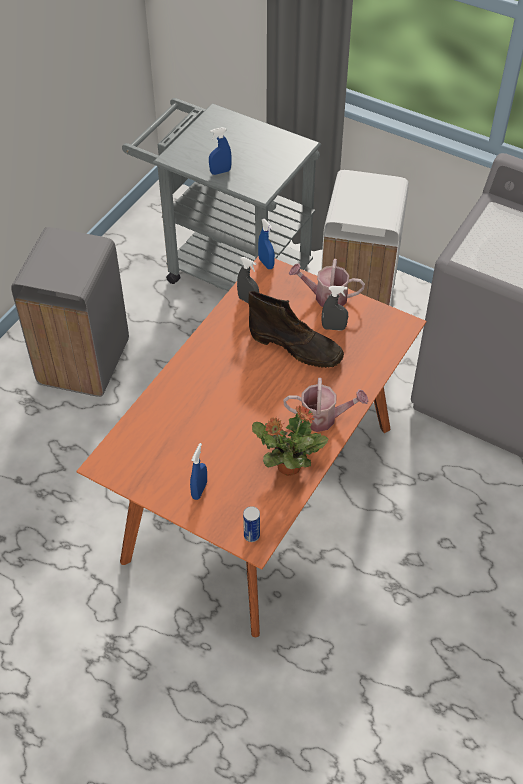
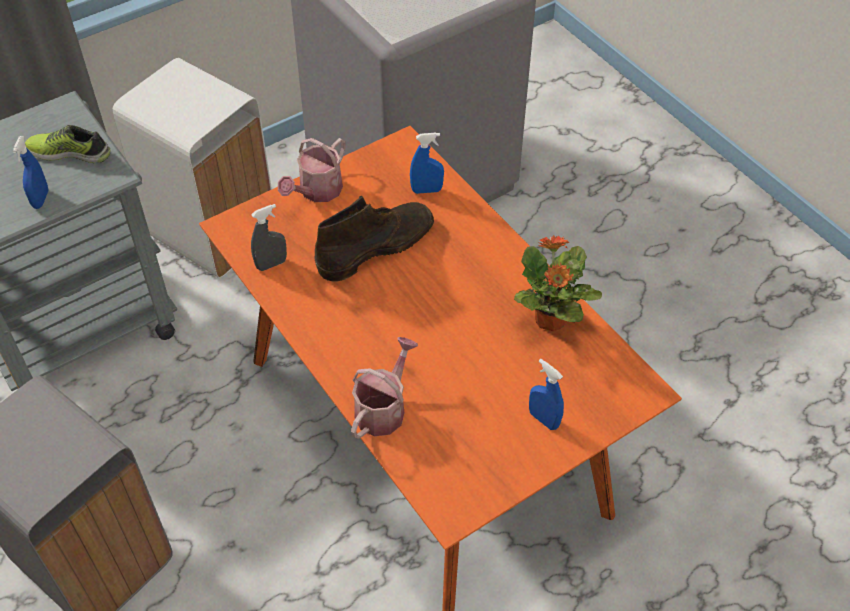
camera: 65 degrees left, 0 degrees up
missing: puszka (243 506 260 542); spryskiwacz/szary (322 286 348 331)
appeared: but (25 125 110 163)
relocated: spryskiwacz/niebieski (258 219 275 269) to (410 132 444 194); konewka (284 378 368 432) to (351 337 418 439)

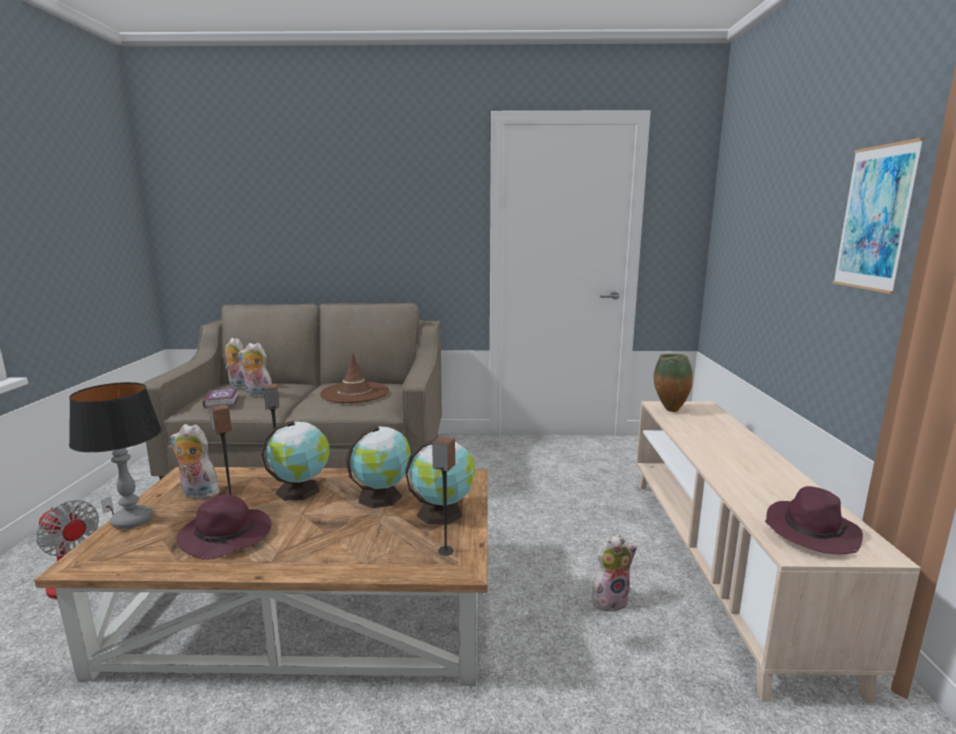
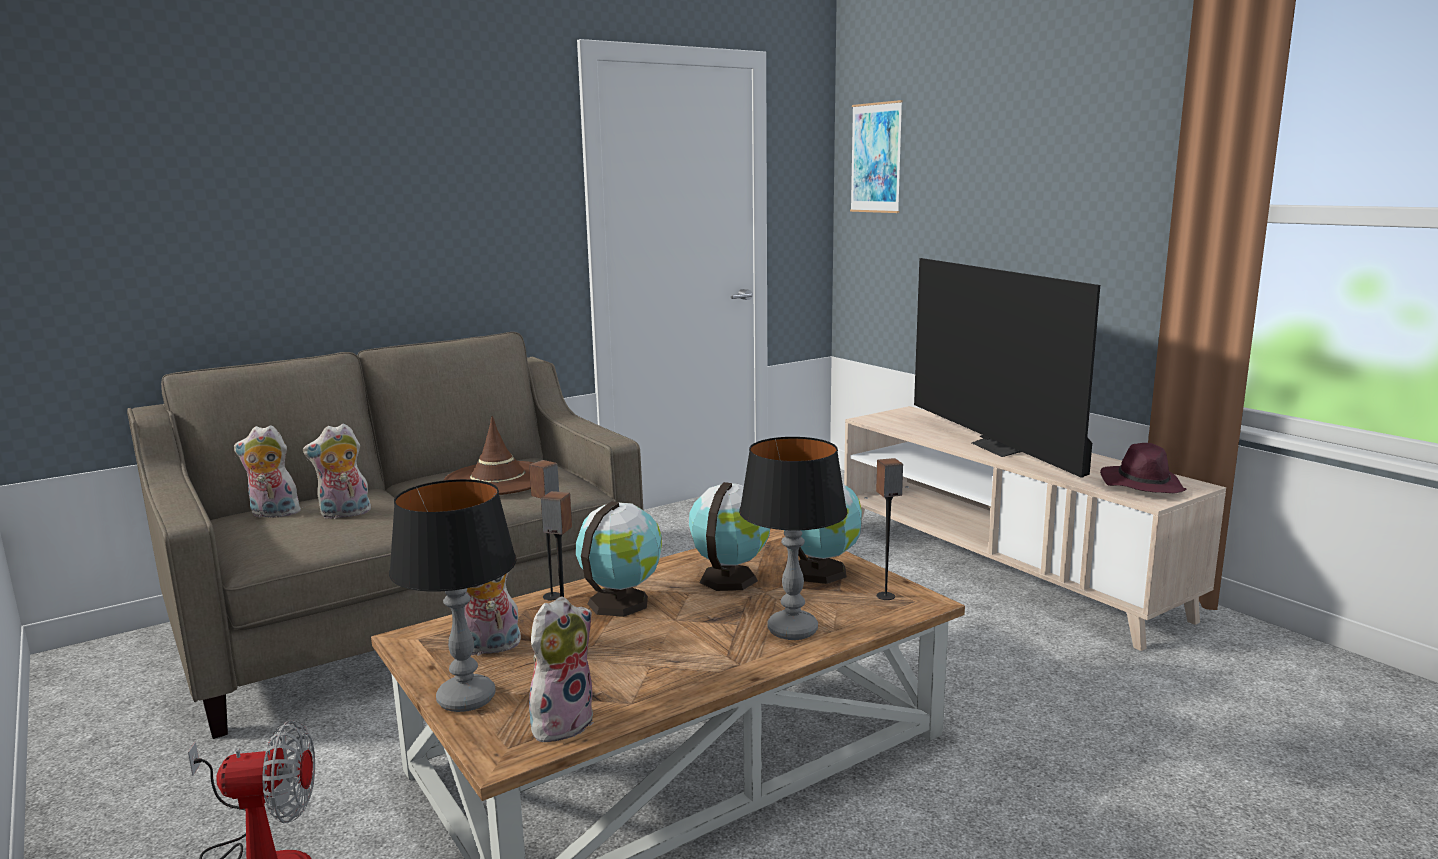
camera: 35 degrees left, 0 degrees up
missing: kapelusz/fioletowy (177 495 271 560); książka (202 389 239 408); wazon (654 354 693 412)
appeared: lampa stołowa (739 437 847 640); telewizor (914 258 1100 478)
relocated: pluszak (592 535 637 612) to (529 596 594 742); obraz (832 138 925 294) to (850 100 903 213)

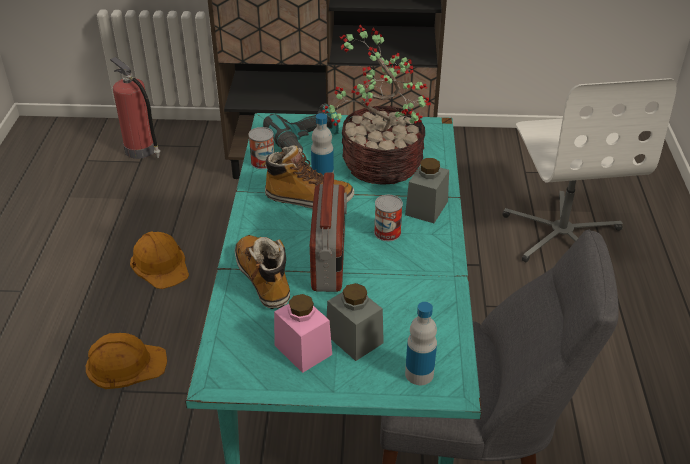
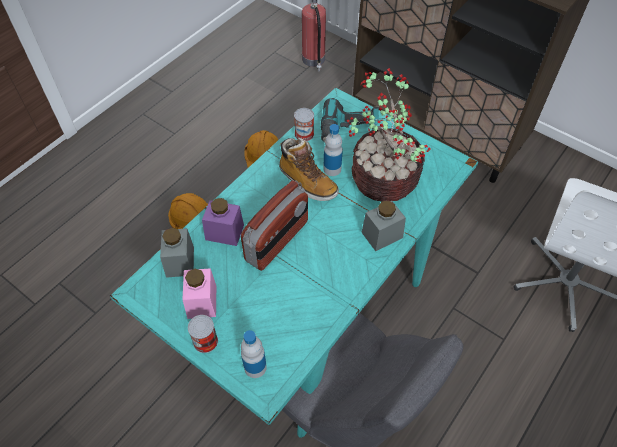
camera: 35 degrees right, 15 degrees up
relocated: słoik/szary (327 283 384 361) to (160 228 194 278); puszka (374 195 403 241) to (188 315 218 353)
exchanged: but z cholewką (235 235 290 309) to słoik/fioletowy (202 198 244 246)

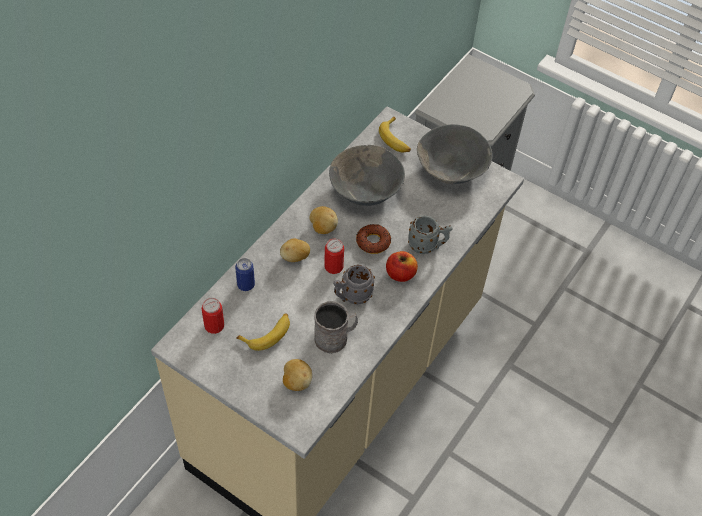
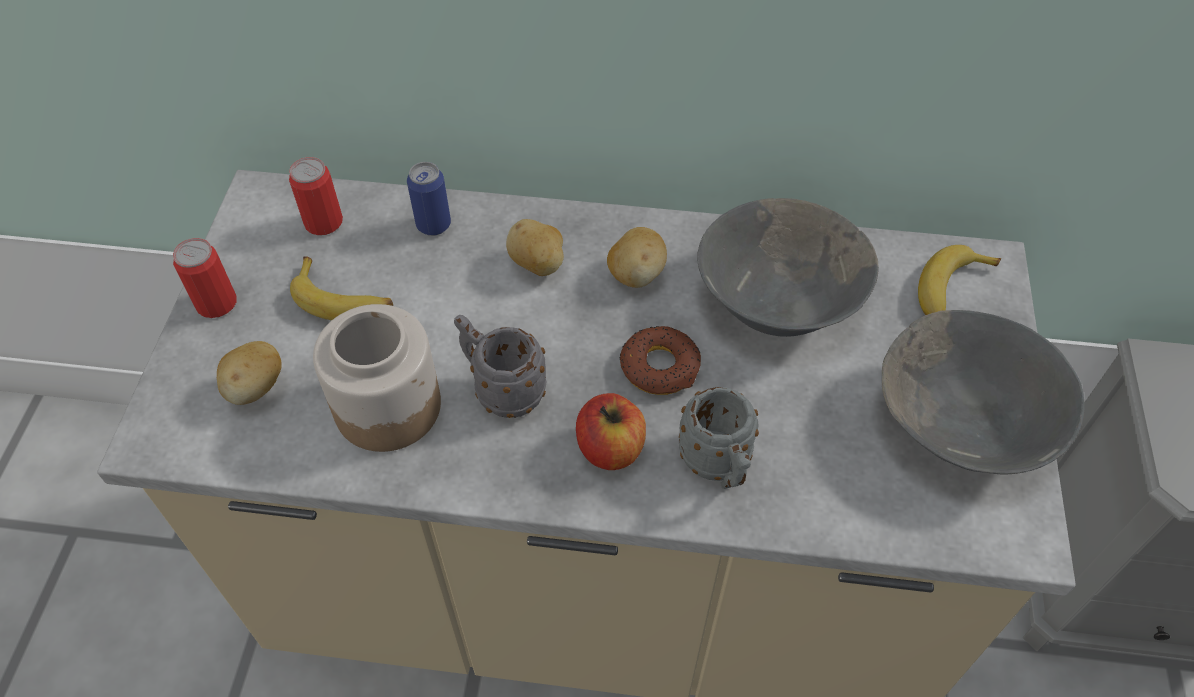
camera: 65 degrees right, 0 degrees up
relocated: puszka (324 239 344 274) to (173 238 236 318)
exchanged: kubek/szary (314 301 358 354) to słoik (313 304 441 452)

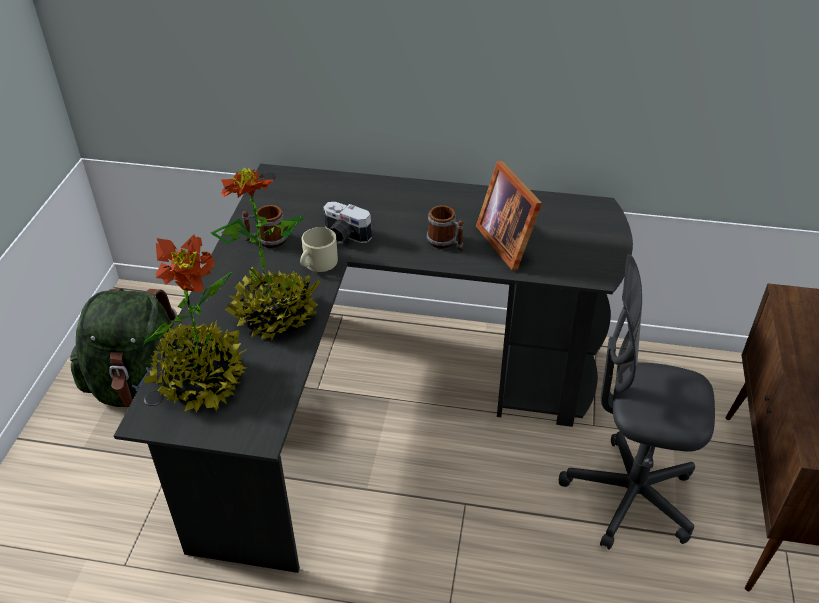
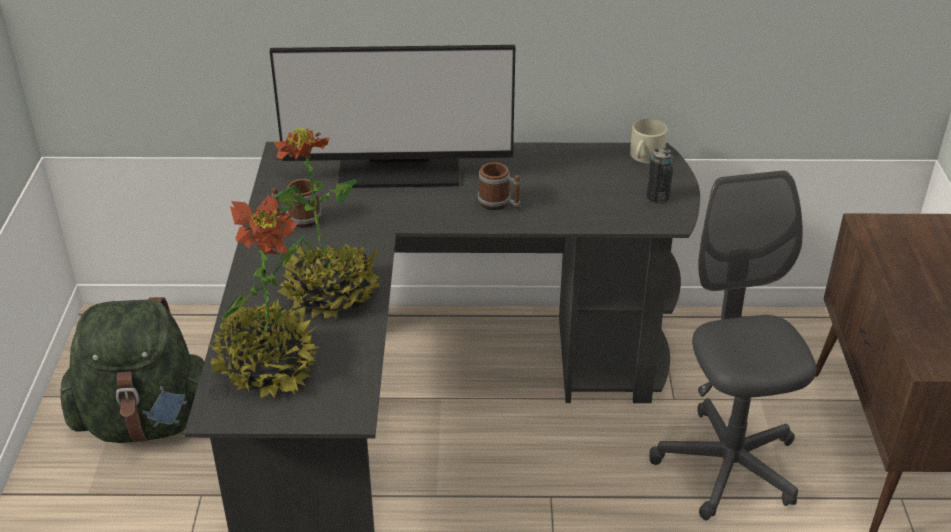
camera: 10 degrees left, 5 degrees down
missing: aparat fotograficzny (323 202 372 244); ramka na zdjęcie (476 161 542 270)
appeared: monitor (270 45 515 188); puszka (647 148 674 203)
relocated: kubek/beżowy (300 227 338 272) to (630 119 667 163)
spun: krzesło biurowe/szary (558 255 715 550) = (649 171 816 520) 75 degrees clockwise

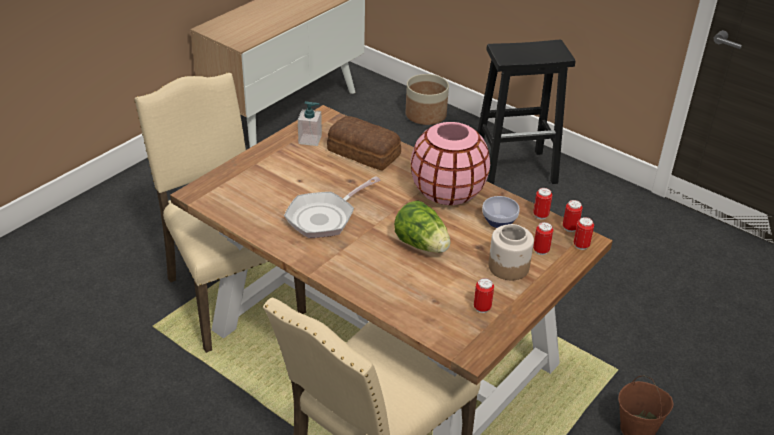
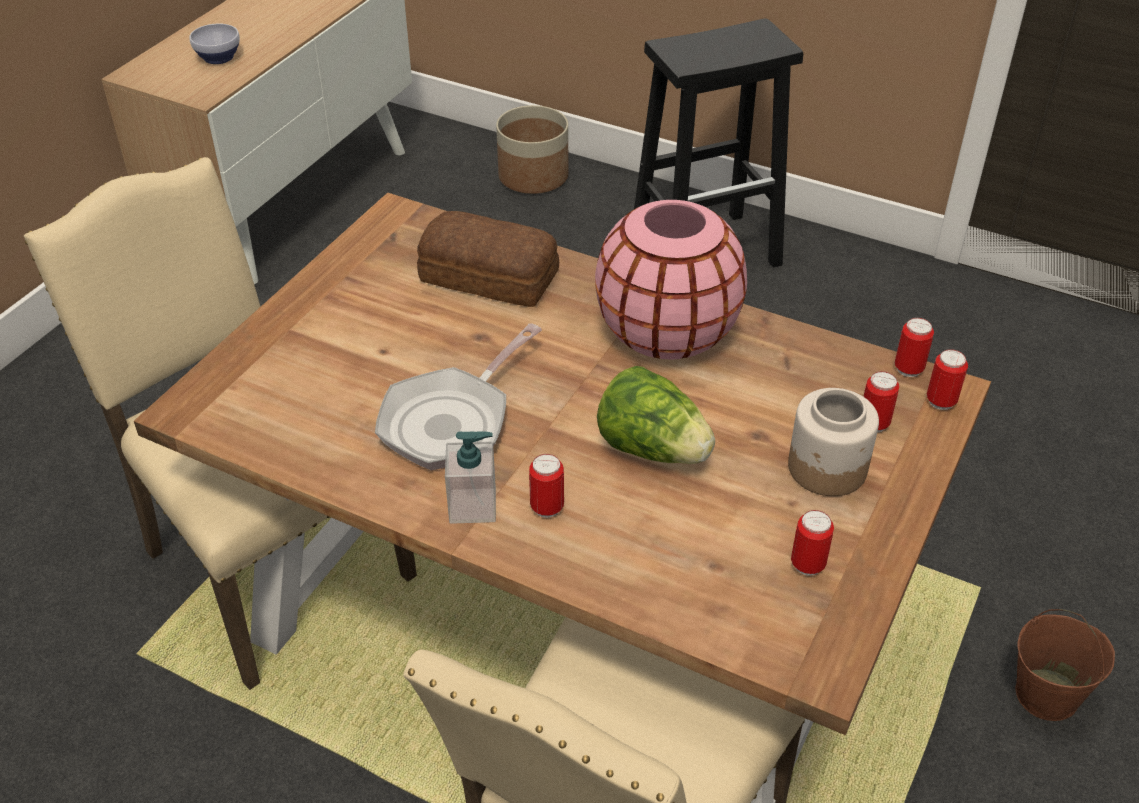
camera: 10 degrees left, 5 degrees up
relocated: dozownik mydła (298 101 322 146) to (445 431 496 524); miska (482 196 520 228) to (189 24 240 64); puszka (533 188 552 219) to (529 454 564 518)

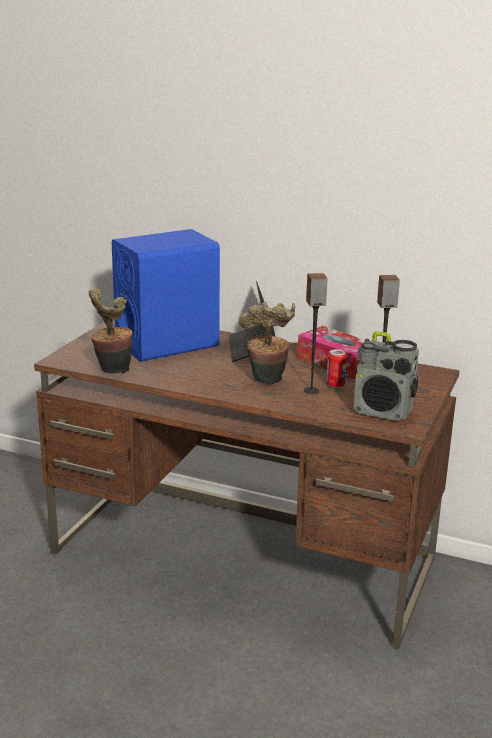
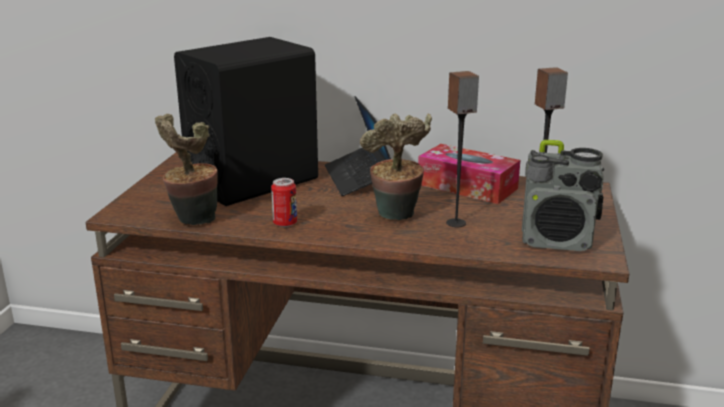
camera: 10 degrees left, 0 degrees up
relocated: puszka (326 349 347 388) to (271 178 297 227)
colour: głośnik/niebieski (112 229 220 362) to głośnik/czarny (174 37 318 206)

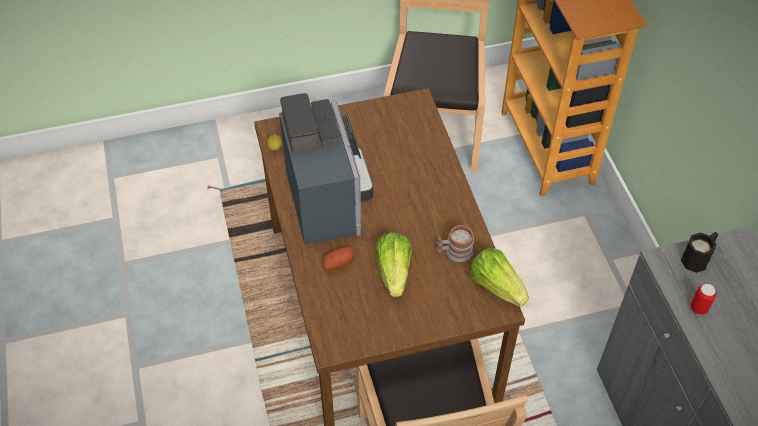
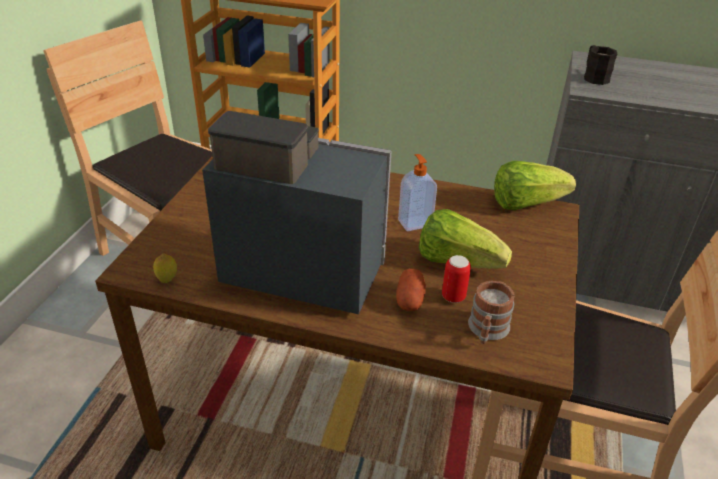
camera: 60 degrees left, 15 degrees down
appeared: dozownik mydła (398 154 437 231)
relocated: kubek (437 225 474 262) to (468 281 514 344); puszka (691 284 717 315) to (442 255 471 303)

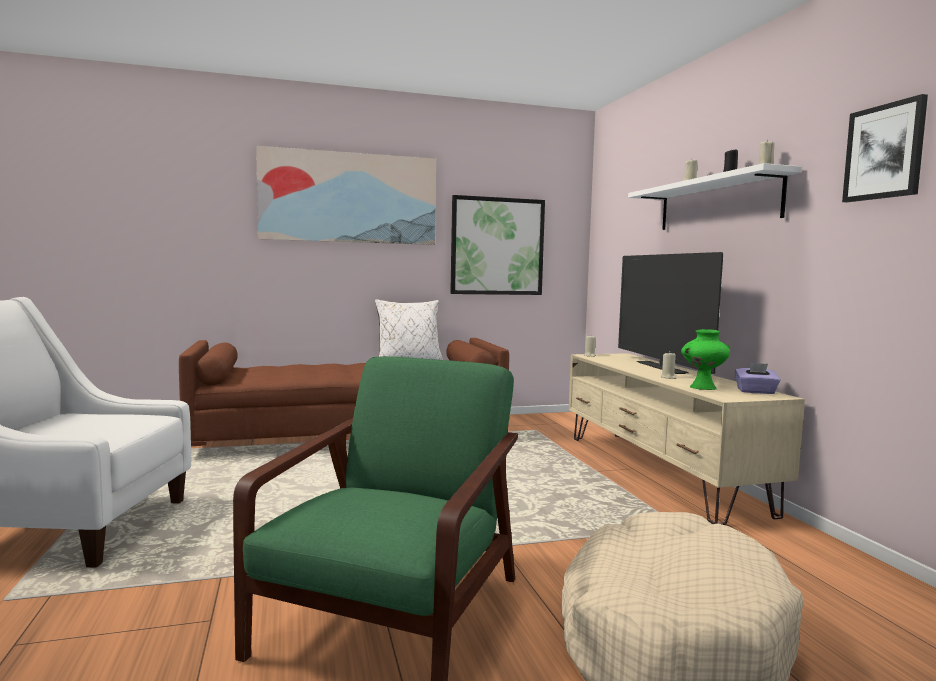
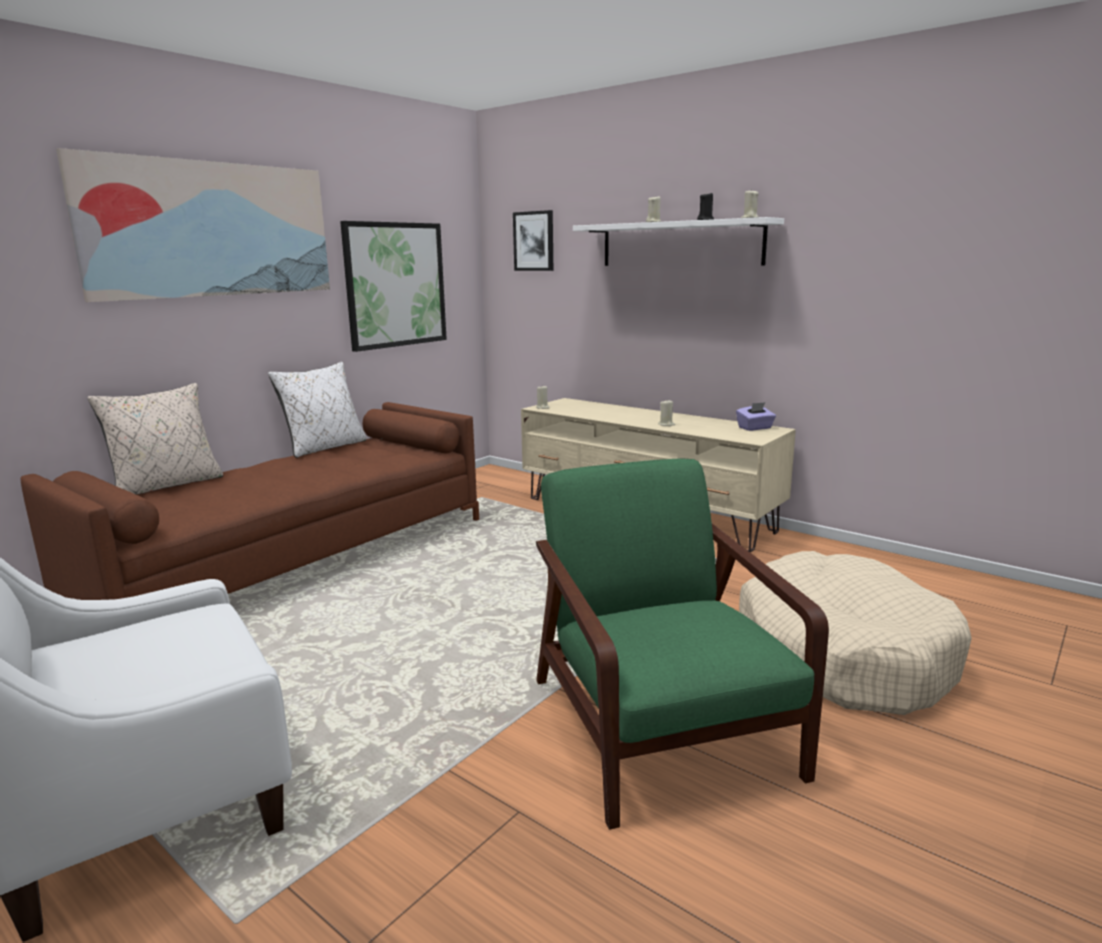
camera: 35 degrees left, 10 degrees up
missing: telewizor (618 252 723 374); wazon/zielony (681 329 730 390)
appeared: poduszka/beżowy (87 383 223 495)
relocated: obraz (842 94 928 202) to (513 210 553 271)

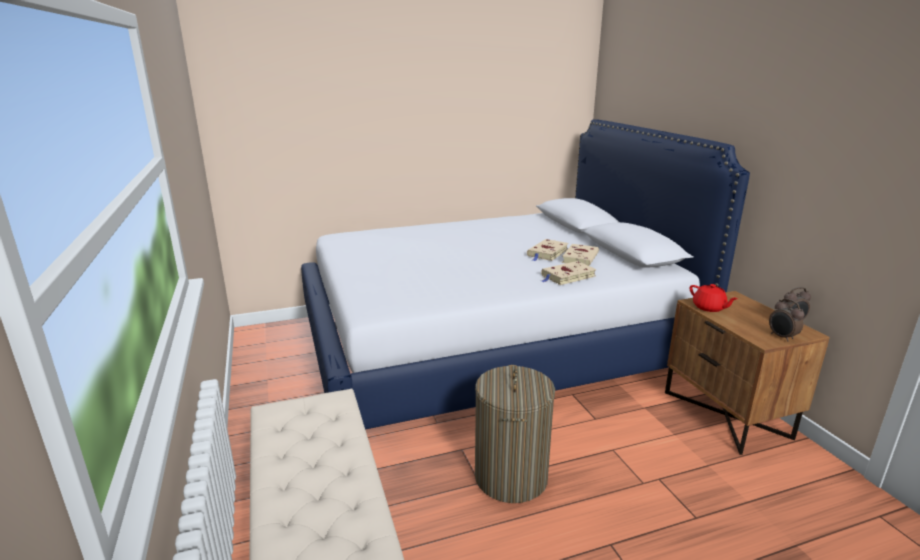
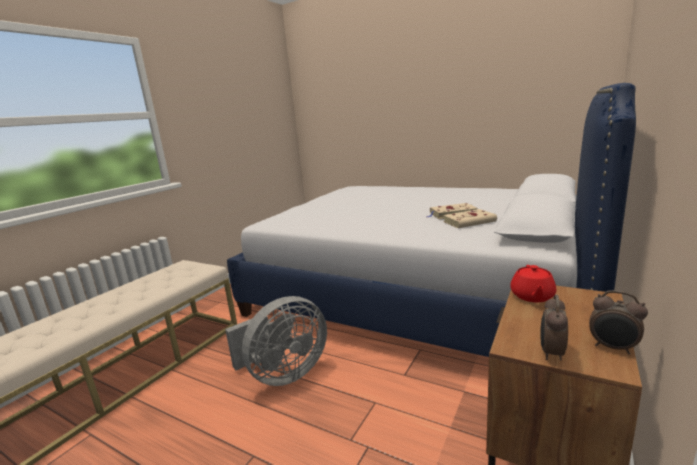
camera: 50 degrees right, 5 degrees down
missing: książka/beżowy (541 261 597 285)
exchanged: kosz na pranie (475 365 555 503) to wentylator/szary (225 296 327 386)

